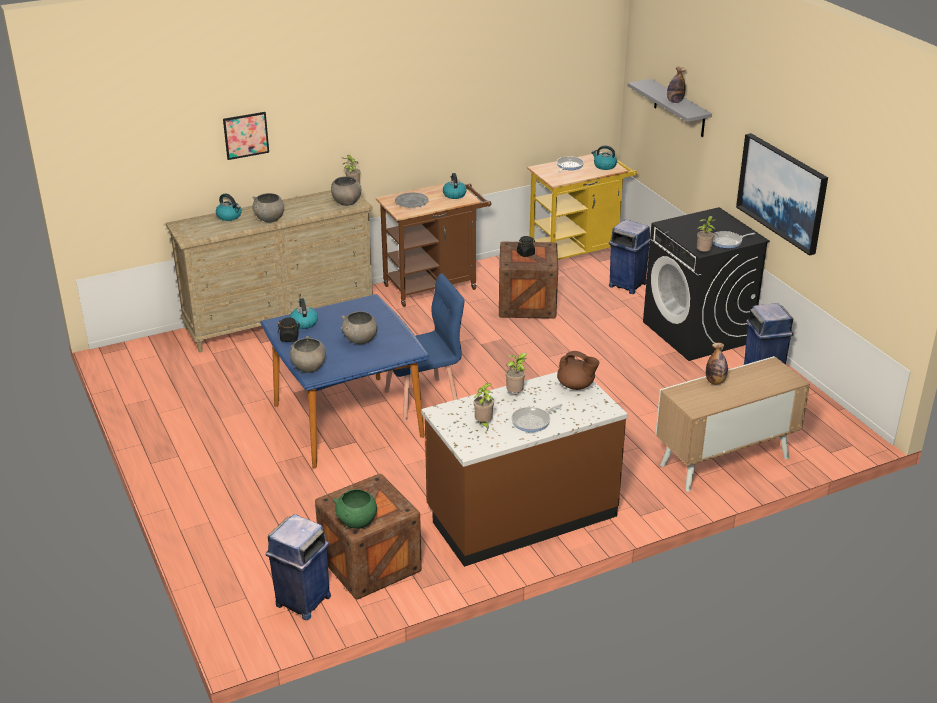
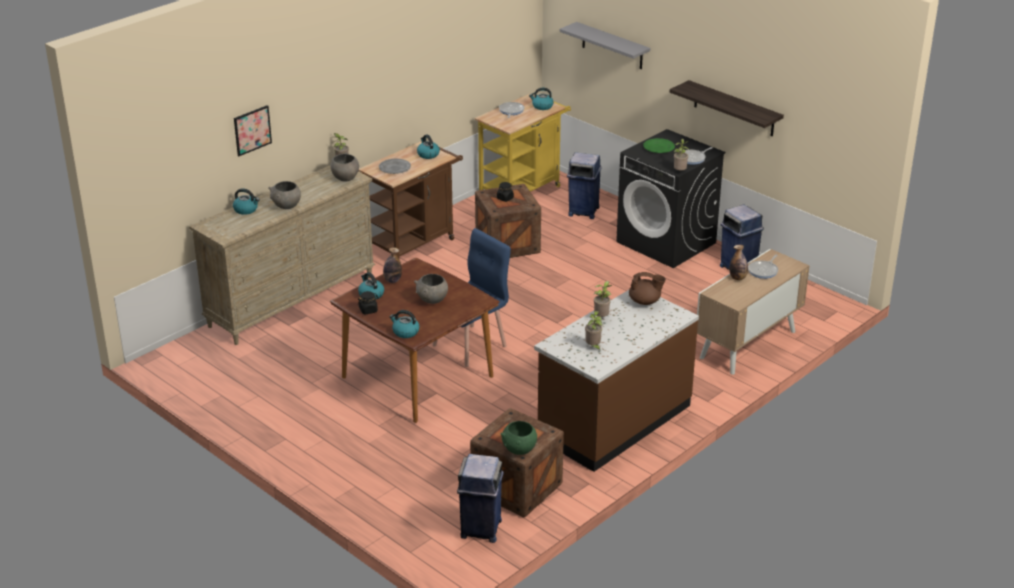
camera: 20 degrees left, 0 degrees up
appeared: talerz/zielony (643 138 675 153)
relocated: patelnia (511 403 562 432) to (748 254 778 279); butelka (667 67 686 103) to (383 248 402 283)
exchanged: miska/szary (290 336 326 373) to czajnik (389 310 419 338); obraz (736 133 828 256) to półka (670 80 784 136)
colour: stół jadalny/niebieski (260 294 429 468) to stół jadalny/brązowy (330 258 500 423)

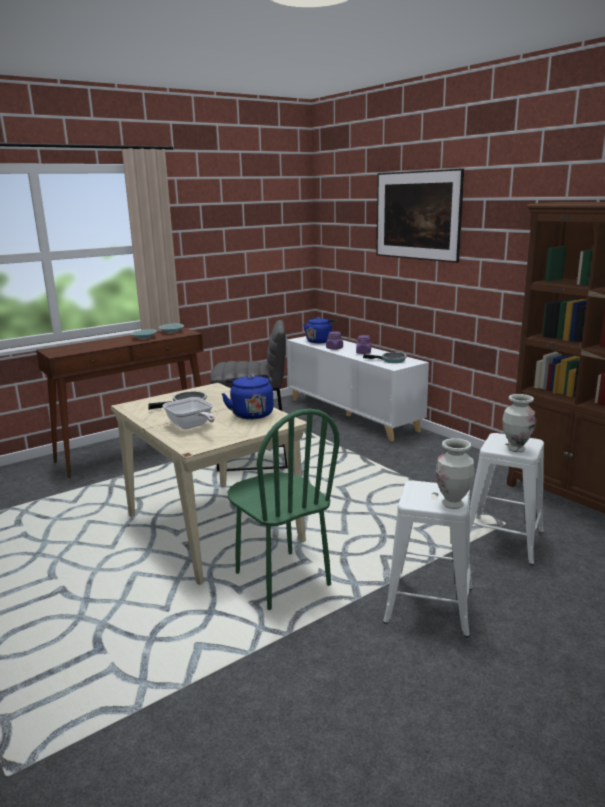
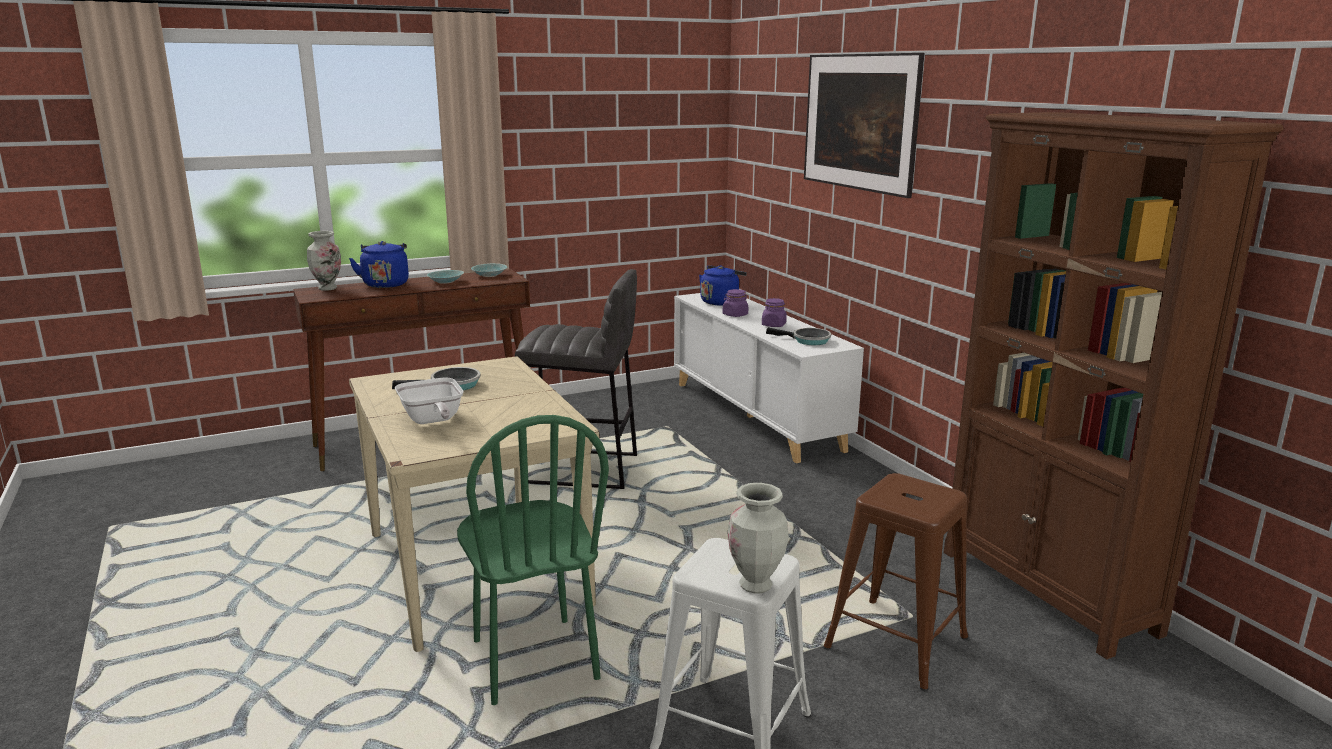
camera: 10 degrees right, 0 degrees up
relocated: czajnik/niebieski (222 374 274 419) to (349 241 409 288); wazon (502 394 536 452) to (307 231 341 291)
colour: stołek/biały (470 433 544 565) to stołek/brązowy (823 473 968 691)

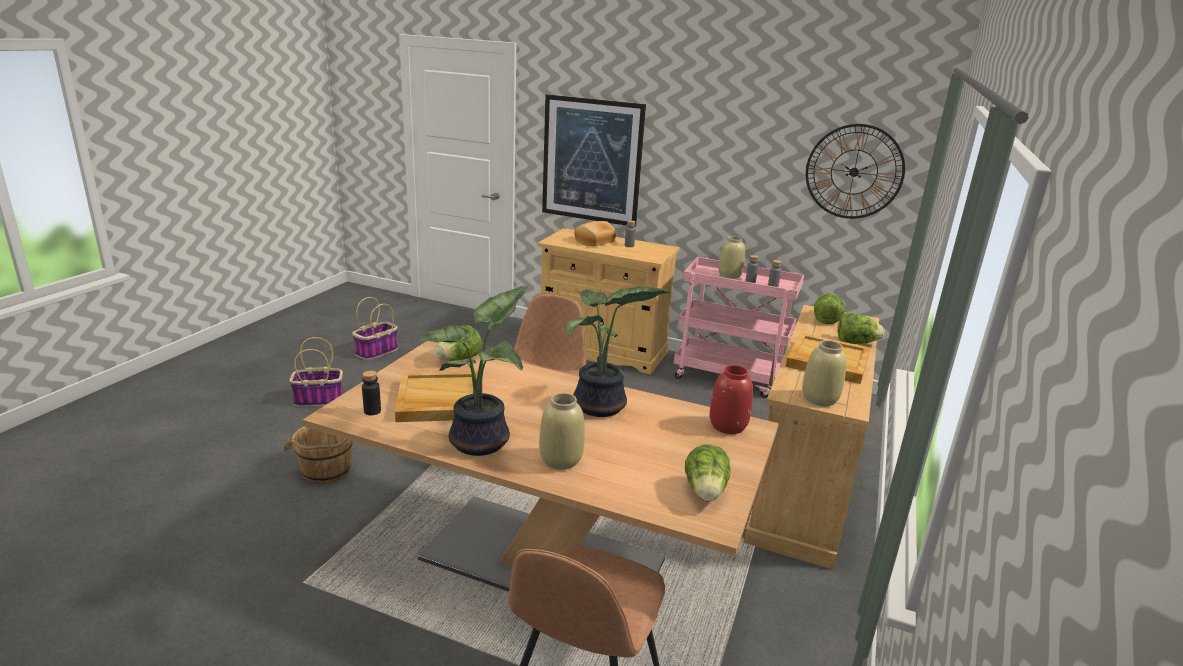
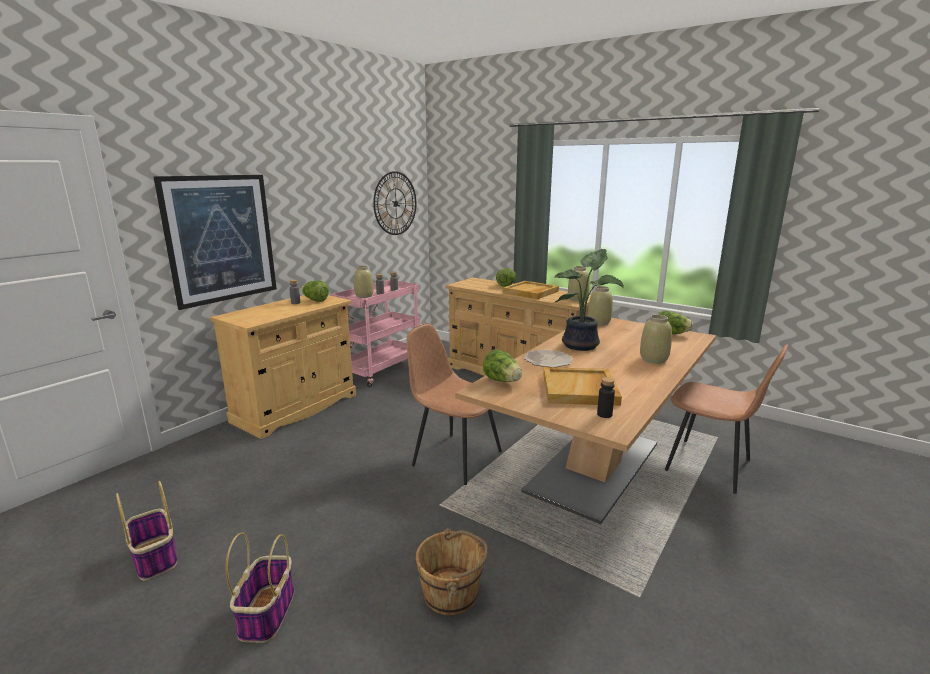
camera: 75 degrees left, 5 degrees down
missing: roślina doniczkowa (419 286 528 456); chleb (574 221 616 246)
appeared: talerz (524 350 572 367)
relocated: sałata (814 293 845 324) to (301 281 329 302)
colour: wazon/czerwony (710 365 753 434) to wazon/beżowy (588 286 613 325)

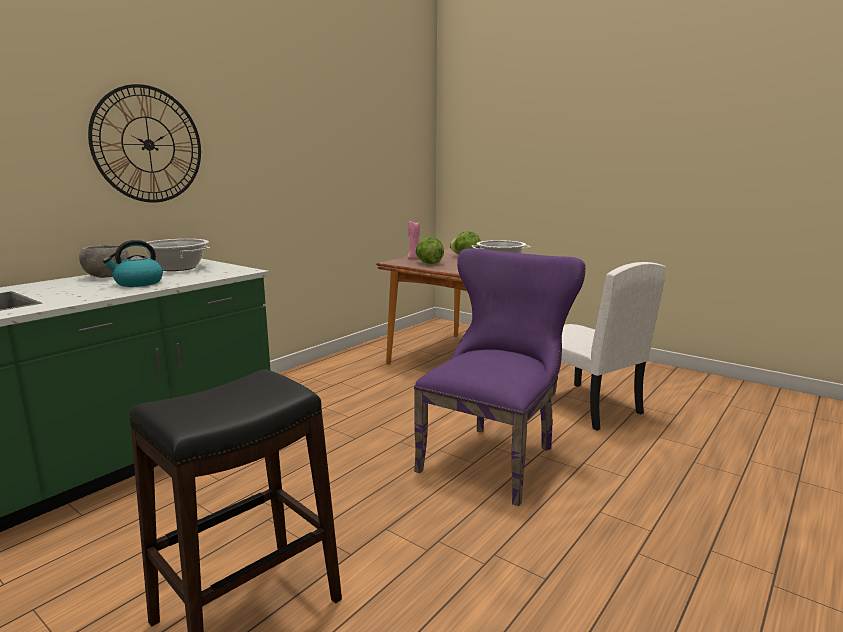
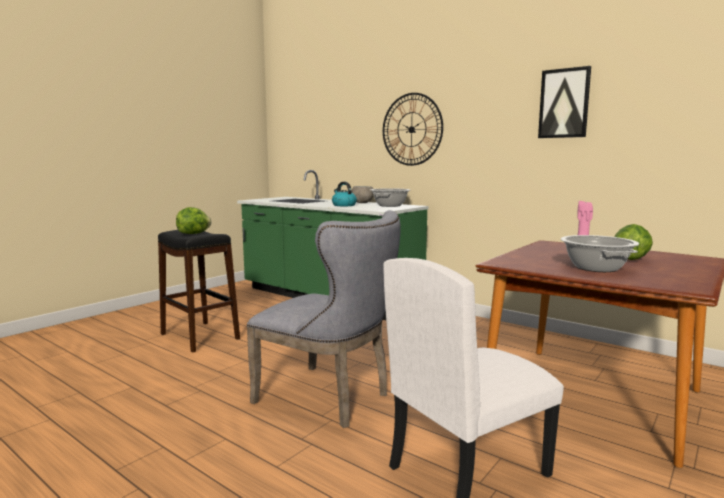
camera: 90 degrees right, 5 degrees down
appeared: obraz (538 66 591 138)
relocated: sałata (415 237 444 264) to (176 207 211 234)
colour: krzesło/fioletowy (414 248 586 506) to krzesło/szary (247 210 401 428)

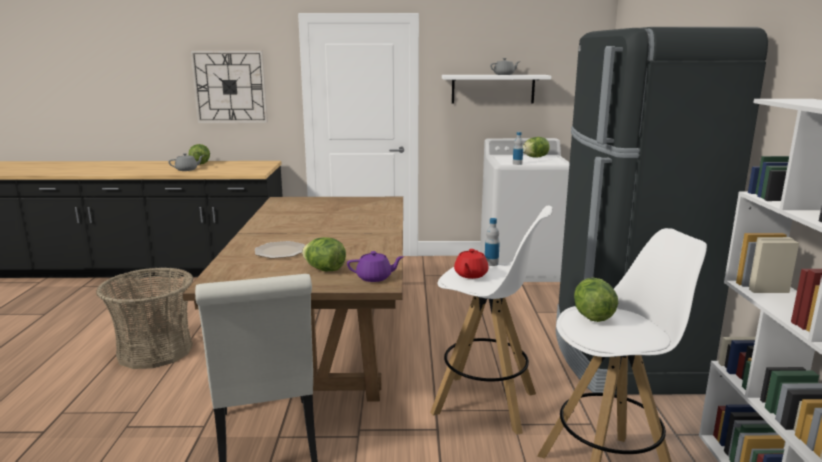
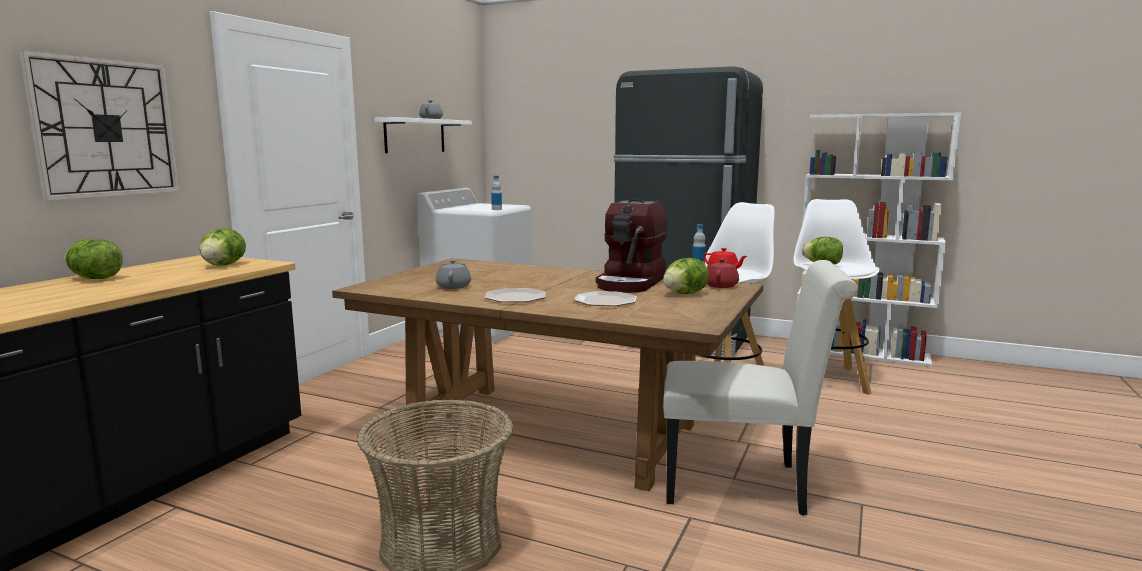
camera: 65 degrees left, 5 degrees down
appeared: talerz (485 288 545 302); ekspres do kawy (596 200 667 293)
relocated: imbryk/szary (168 153 204 171) to (436 260 471 289); sałata (523 137 550 158) to (199 229 246 266)
colour: imbryk/fioletowy (347 251 404 282) to imbryk/czerwony (707 259 739 288)

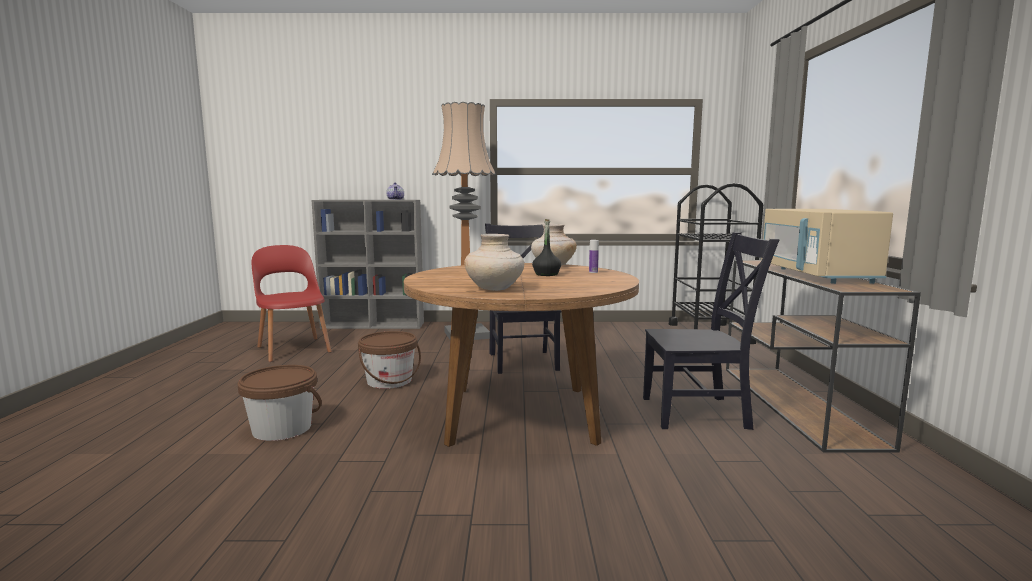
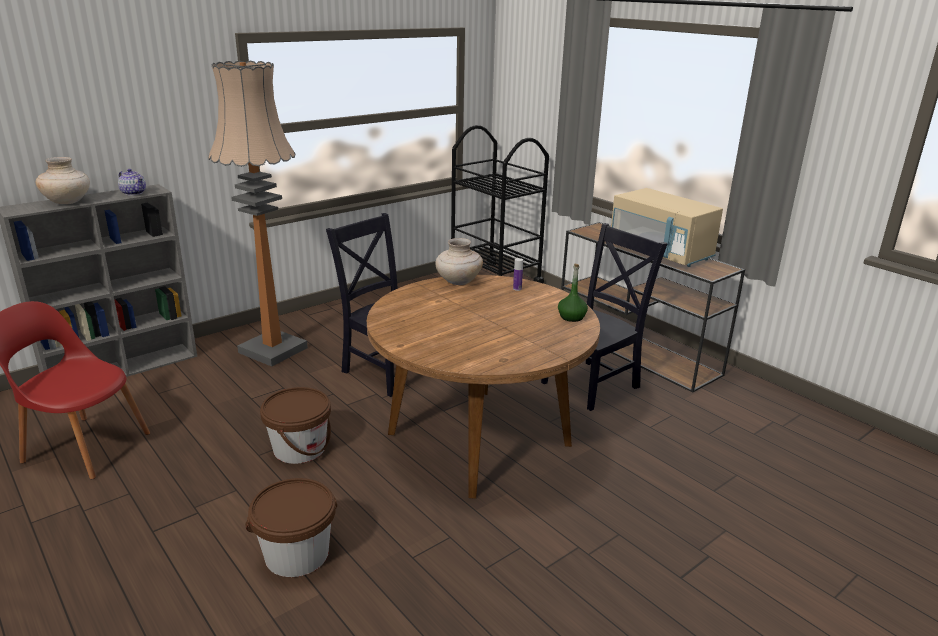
camera: 40 degrees left, 15 degrees up
missing: butelka/czarny (532 219 561 276)
appeared: butelka/zielony (558 264 588 322)
relocated: wazon/beżowy (464 234 524 291) to (36 157 90 204)

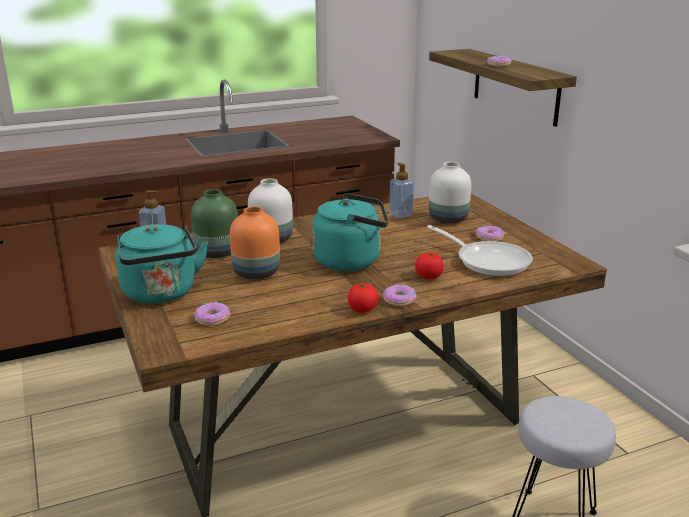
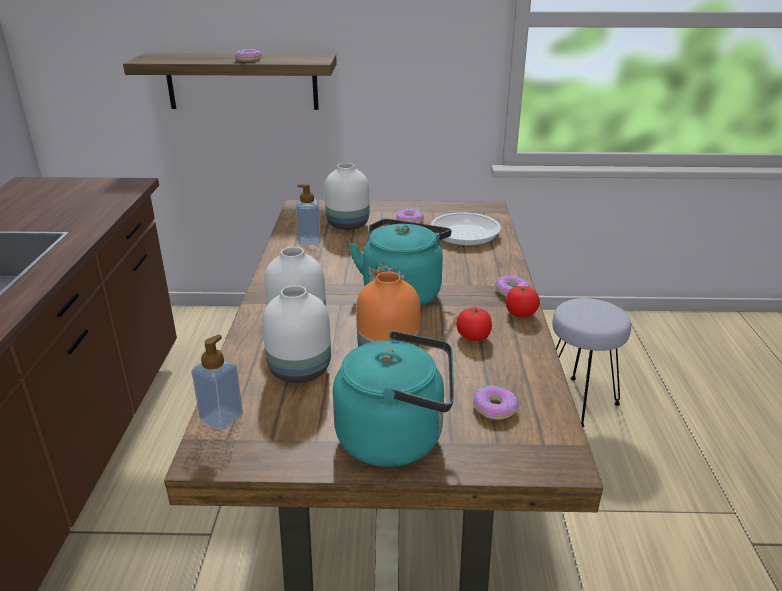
camera: 65 degrees left, 5 degrees up
relocated: pomidor (415 252 443 279) to (456 307 492 341)
colour: wazon/zielony (191 189 238 258) to wazon/biały (262 285 331 383)

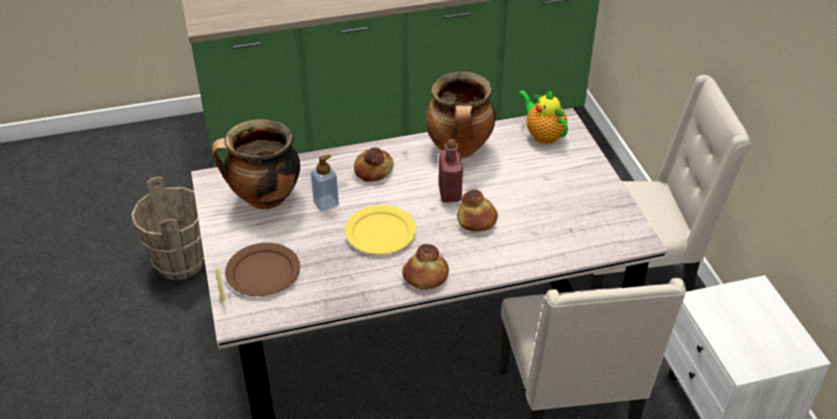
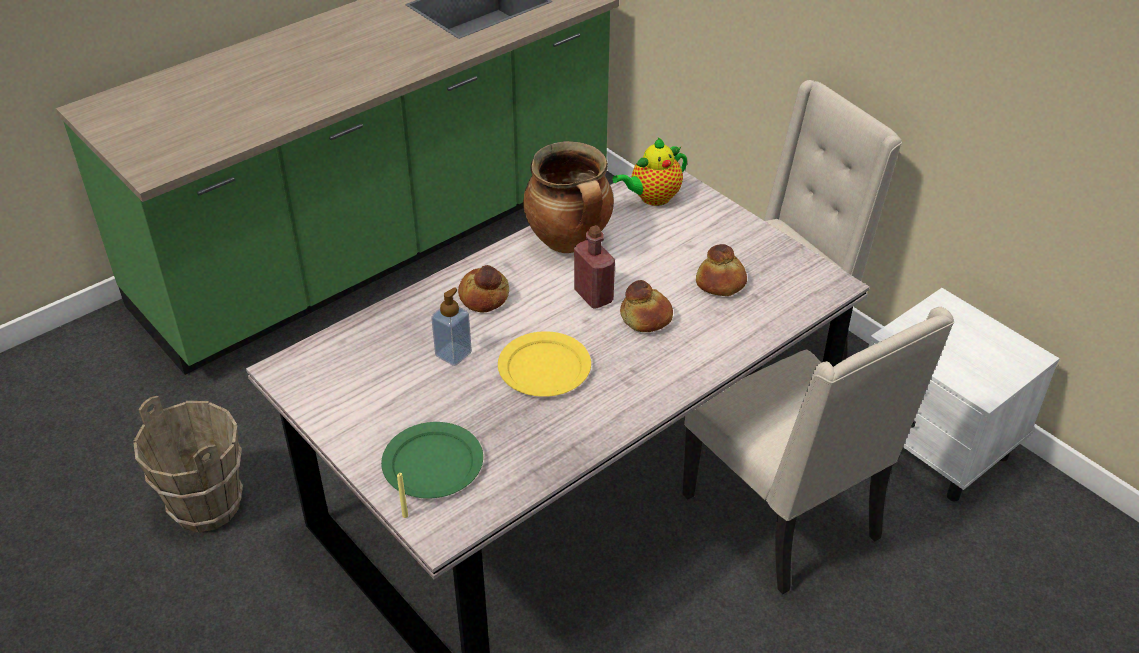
camera: 25 degrees left, 0 degrees up
missing: garnek (211 119 300 209)
relocated: chleb (402 244 449 290) to (696 244 747 296)
colour: talerz/brązowy (225 243 300 296) to talerz/zielony (381 422 483 498)
spun: imbryk (518 89 568 144) = (612 138 687 206) 60 degrees counterclockwise

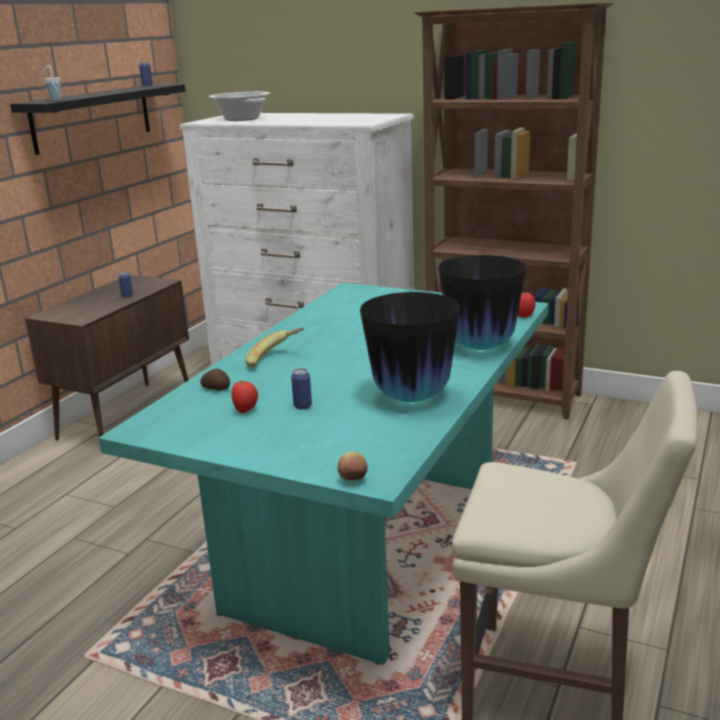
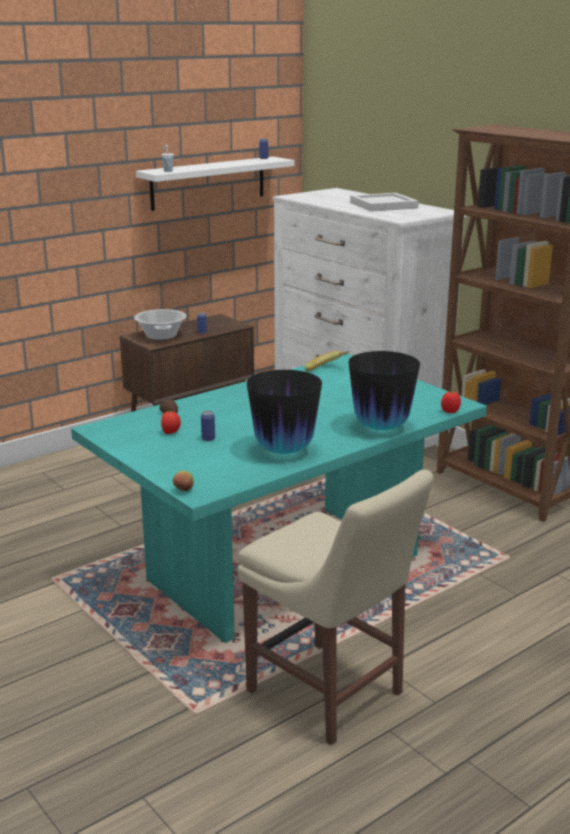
camera: 25 degrees right, 0 degrees up
appeared: taca/biały (350 193 419 212)
relocated: garnek (209 92 270 121) to (134 309 186 340); banan (245 328 304 368) to (305 351 350 371)
colour: półka/czarny (10 84 186 155) to półka/biały (136 157 295 211)

